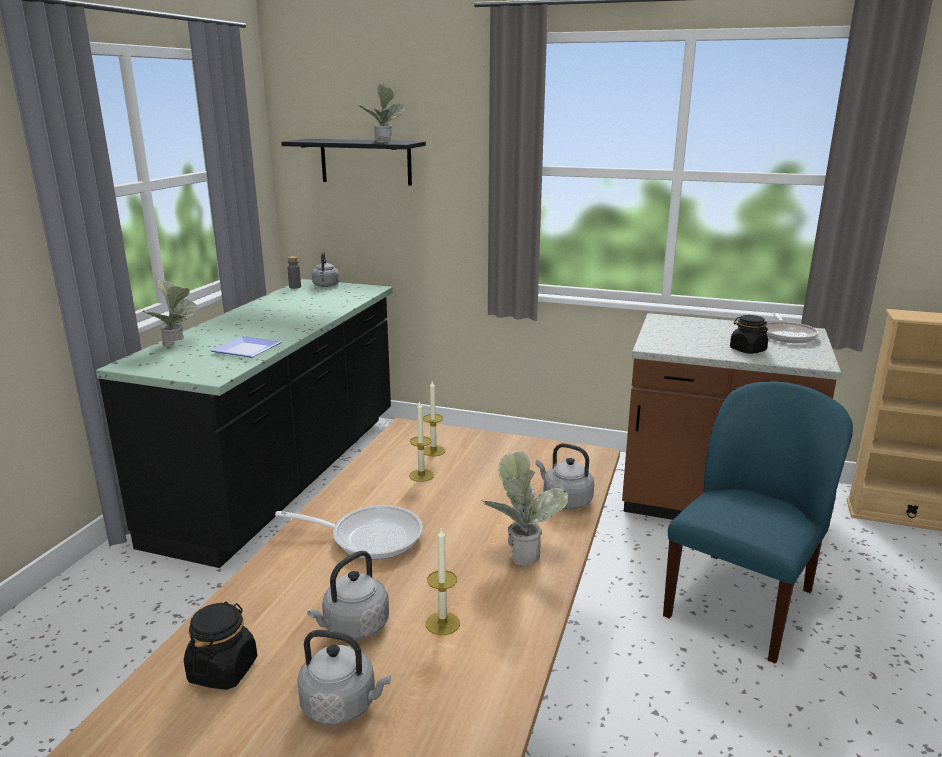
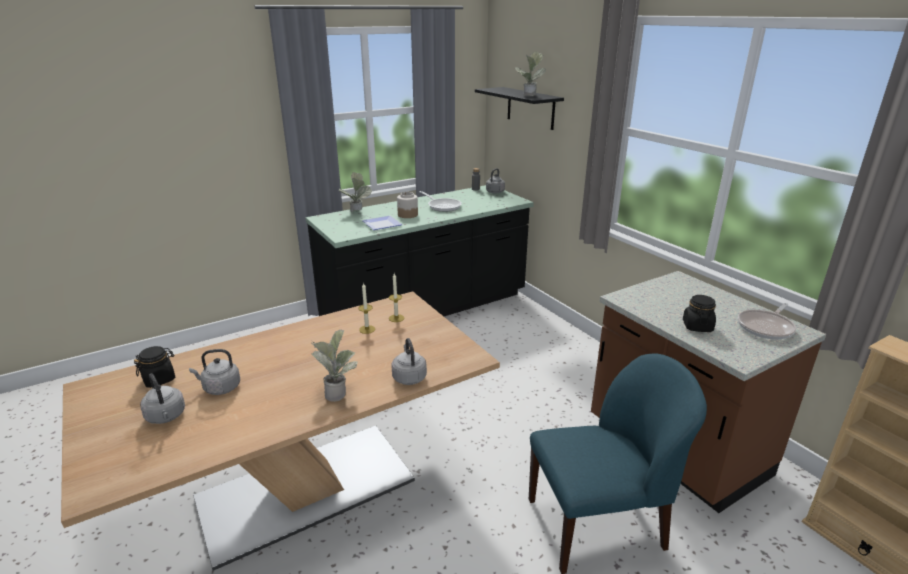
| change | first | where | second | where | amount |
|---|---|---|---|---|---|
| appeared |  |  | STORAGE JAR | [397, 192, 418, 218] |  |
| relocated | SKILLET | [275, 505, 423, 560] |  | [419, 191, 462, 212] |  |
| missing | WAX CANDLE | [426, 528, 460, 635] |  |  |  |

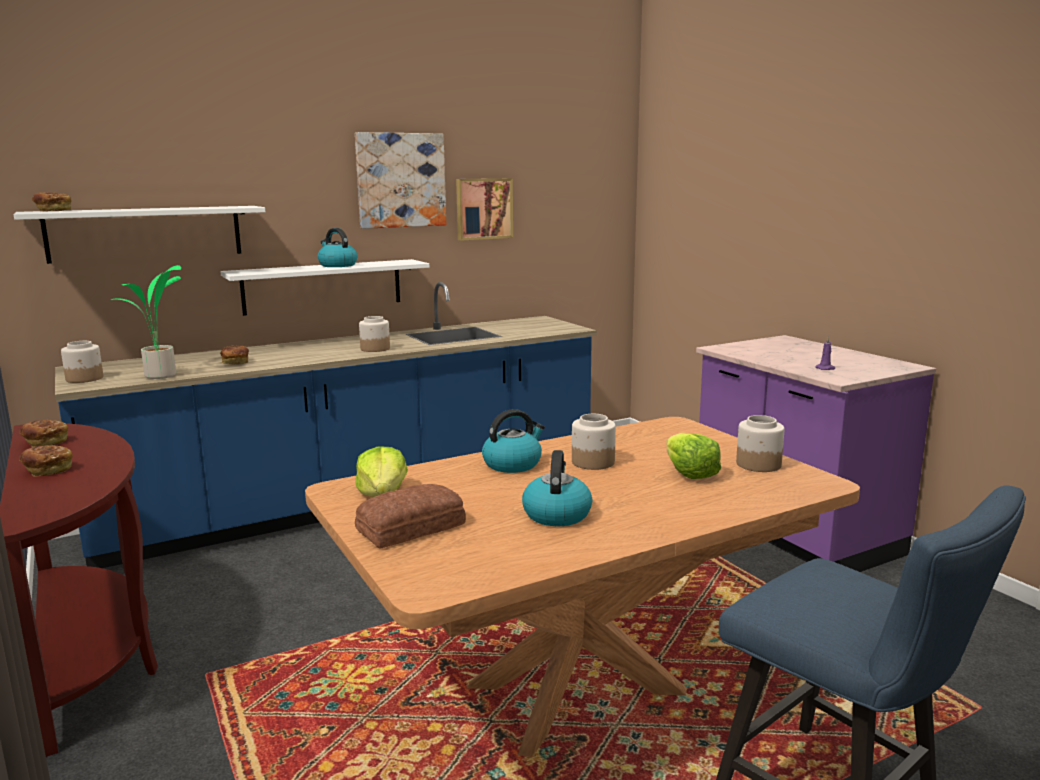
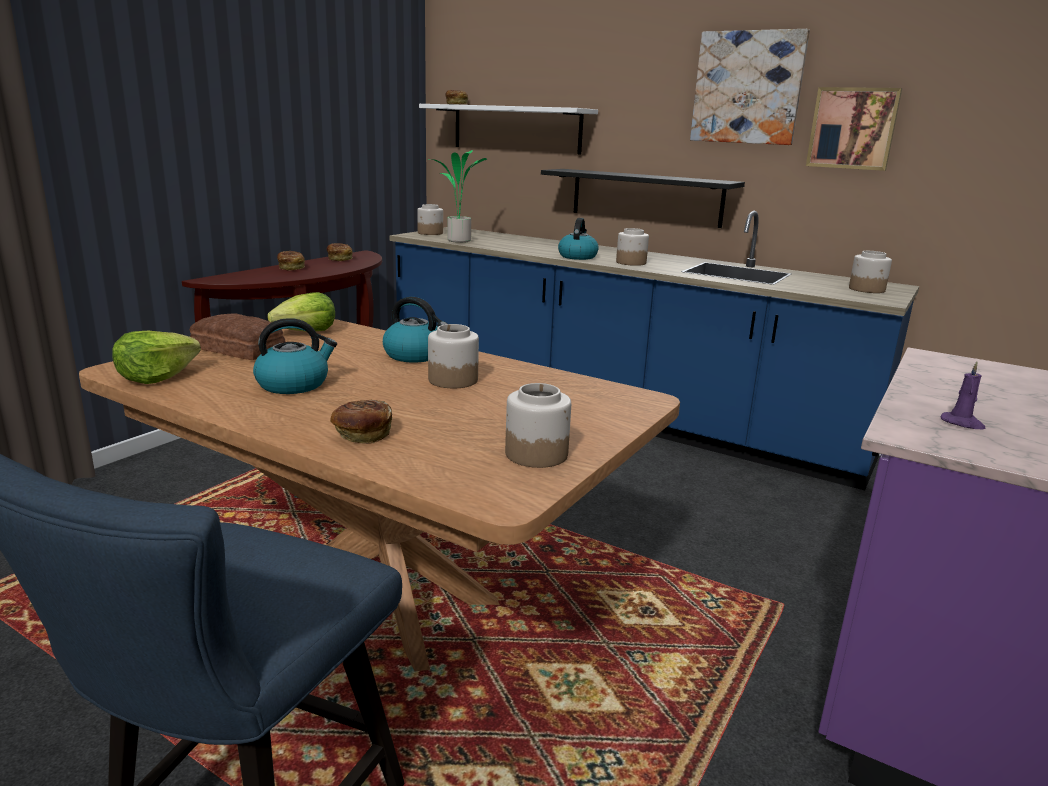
| change | first | where | second | where | amount |
|---|---|---|---|---|---|
| relocated | HEAD OF LETTUCE | [666, 433, 721, 479] |  | [112, 331, 201, 384] |  |
| relocated | BREAD | [220, 345, 249, 365] |  | [330, 400, 392, 444] |  |
| colour | WHITISH WALL SHELF | [220, 259, 429, 316] | BLACK-COLOURED WALL SHELF | [541, 169, 745, 228] |  |
| relocated | WATER KETTLE | [318, 228, 358, 267] |  | [558, 218, 599, 260] |  |
| appeared |  |  | STORAGE JAR | [849, 251, 892, 293] |  |

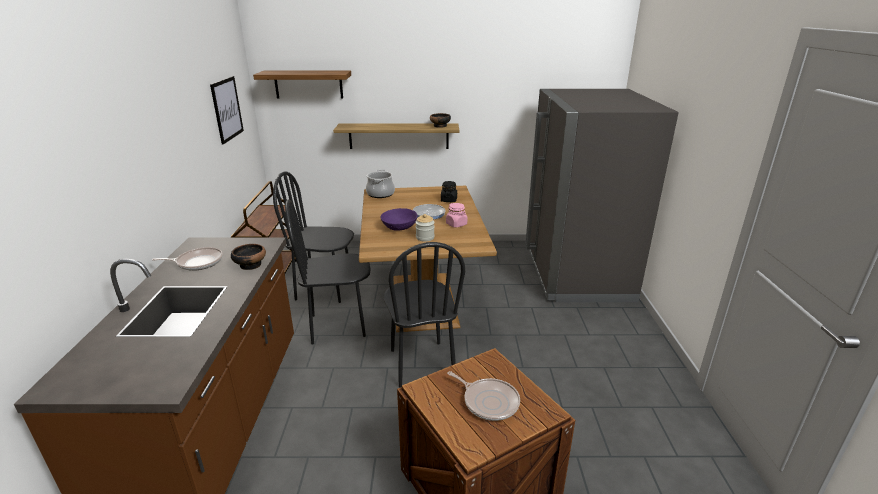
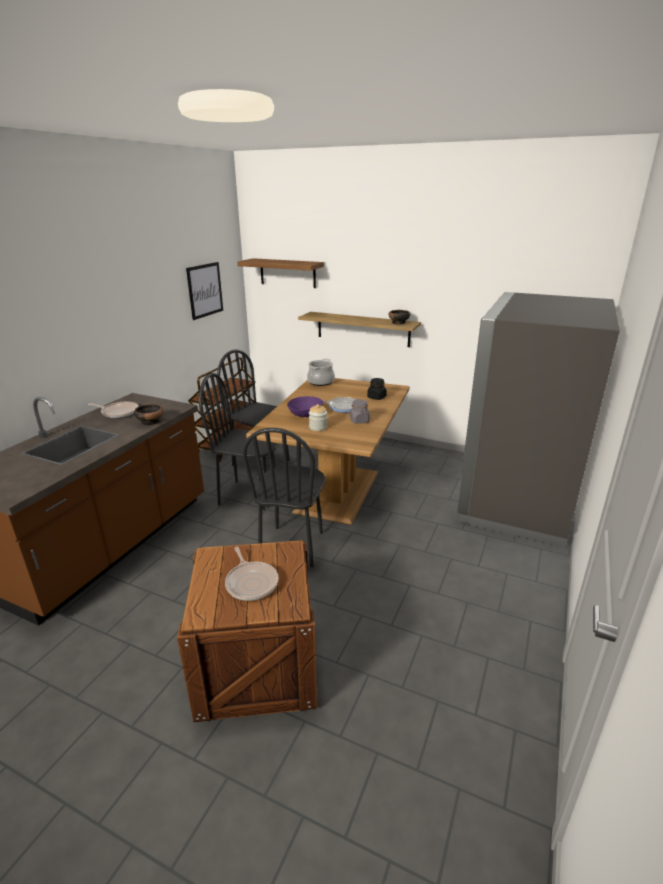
| change | first | where | second | where | amount |
|---|---|---|---|---|---|
| colour | PINKISH STORAGE JAR | [446, 203, 467, 228] | GREYISH STORAGE JAR | [350, 399, 370, 424] |  |

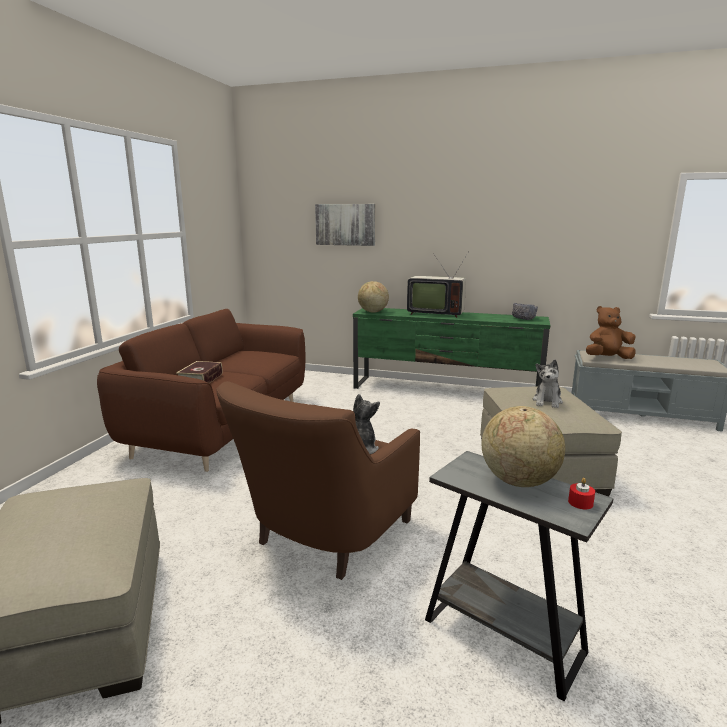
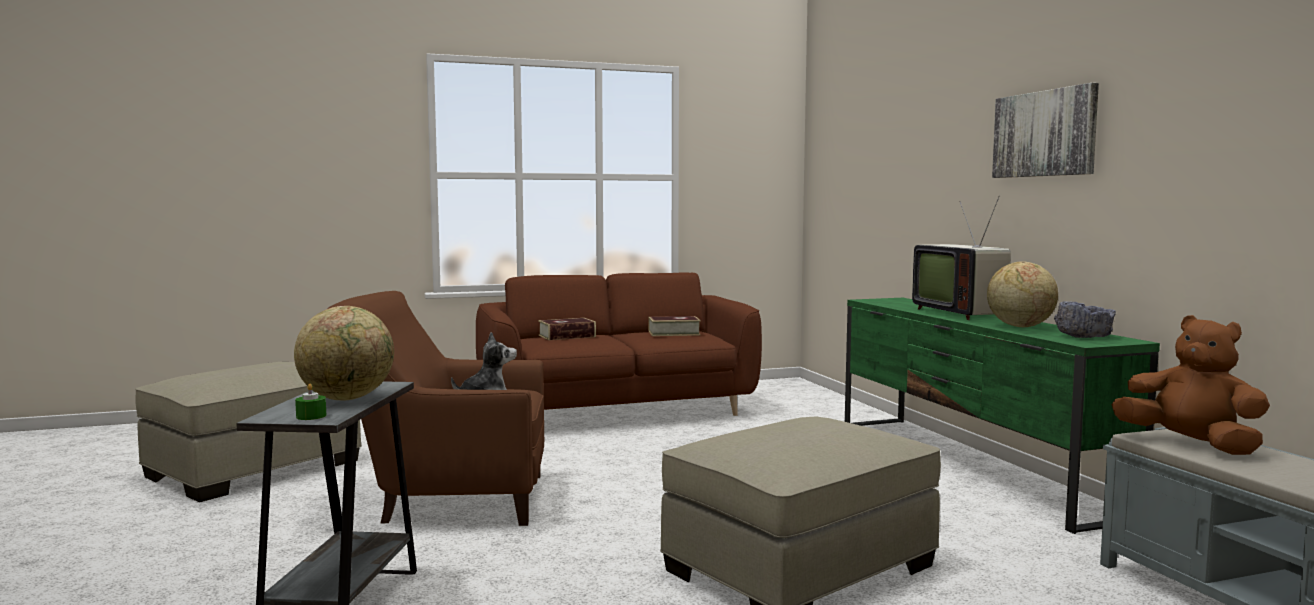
| change | first | where | second | where | amount |
|---|---|---|---|---|---|
| colour | RED WAX CANDLE | [568, 478, 595, 510] | GREENISH WAX CANDLE | [295, 383, 326, 420] |  |
| appeared |  |  | BOOK | [648, 316, 700, 336] |  |
| relocated | WORLD GLOBE | [358, 281, 389, 313] |  | [987, 261, 1058, 327] |  |
| relocated | WALL PICTURE | [315, 204, 375, 246] |  | [992, 83, 1099, 178] |  |
| missing | SOFT TOY | [533, 359, 563, 408] |  |  |  |

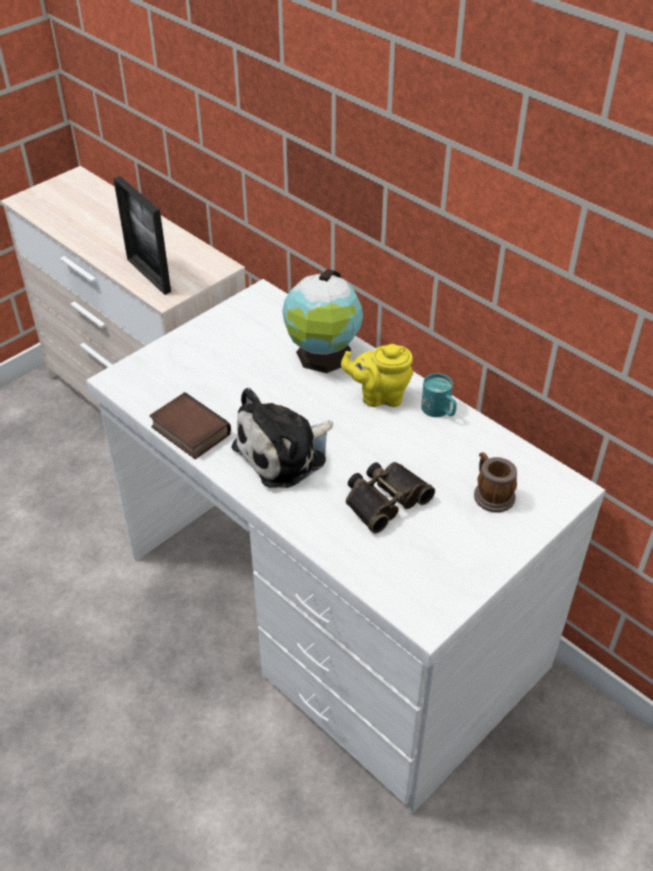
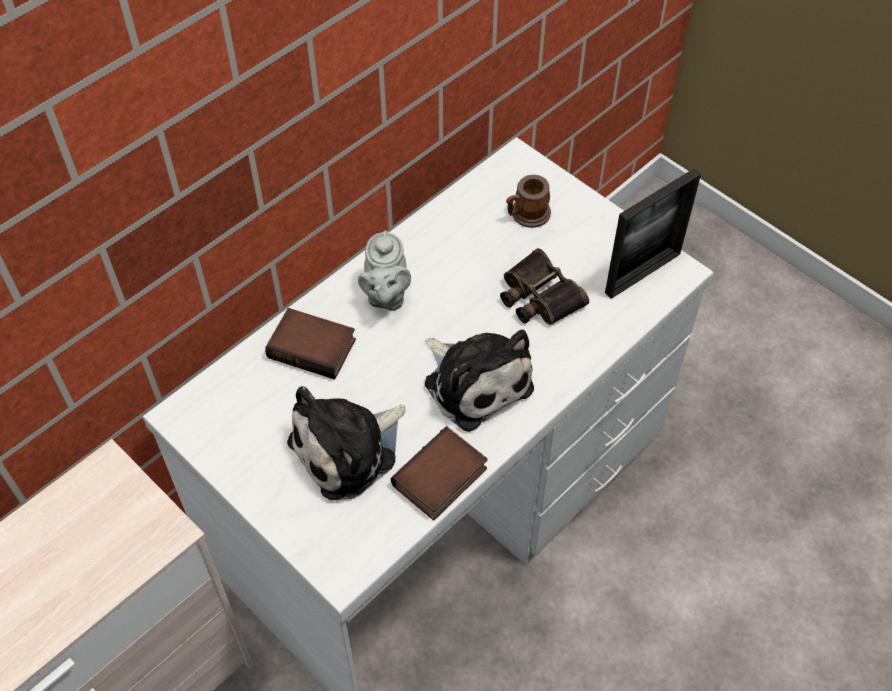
| change | first | where | second | where | amount |
|---|---|---|---|---|---|
| exchanged | WORLD GLOBE | [282, 269, 363, 373] | BOOK | [265, 308, 356, 380] |  |
| appeared |  |  | SOFT TOY | [287, 386, 406, 500] |  |
| colour | YELLOW-COLOURED TEAPOT | [341, 344, 413, 407] | GREYISH TEAPOT | [358, 231, 411, 311] |  |
| relocated | PHOTO FRAME | [113, 176, 171, 295] |  | [605, 169, 701, 299] |  |
| missing | TURQUOISE-COLOURED TEA MUG | [421, 373, 456, 417] |  |  |  |

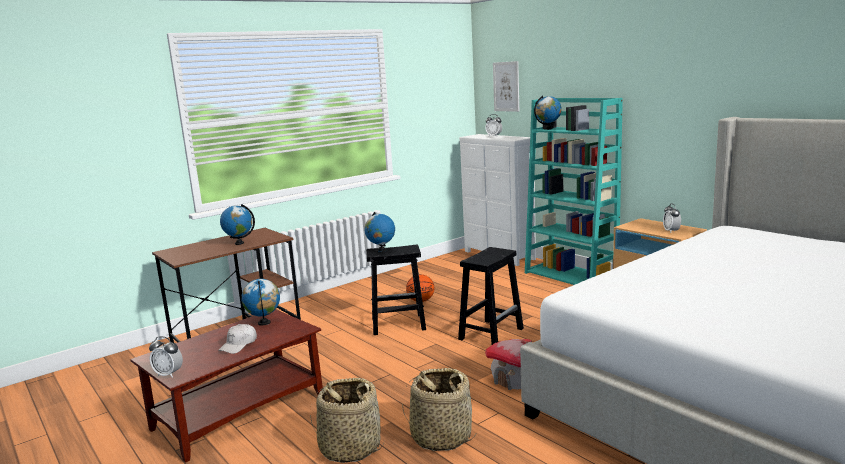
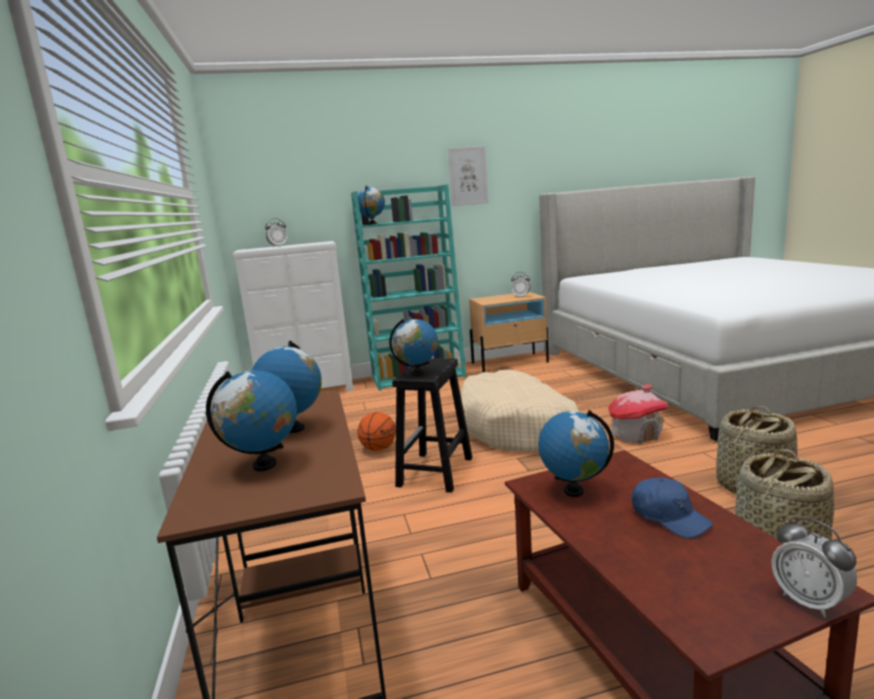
| change | first | where | second | where | amount |
|---|---|---|---|---|---|
| appeared |  |  | WORLD GLOBE | [206, 370, 297, 471] |  |
| relocated | WALL PICTURE | [493, 61, 519, 112] |  | [448, 146, 488, 206] |  |
| exchanged | BLACK-COLOURED SITTING STOOL | [458, 247, 524, 345] | SAND-COLOURED DOG CUSHION | [461, 369, 580, 452] |  |
| colour | WHITISH PEAKED CAP | [218, 324, 257, 354] | BLUE-COLOURED PEAKED CAP | [631, 478, 713, 538] |  |
| spun | ALARM CLOCK | [149, 336, 183, 378] |  | [772, 517, 857, 618] | 105 degrees clockwise |

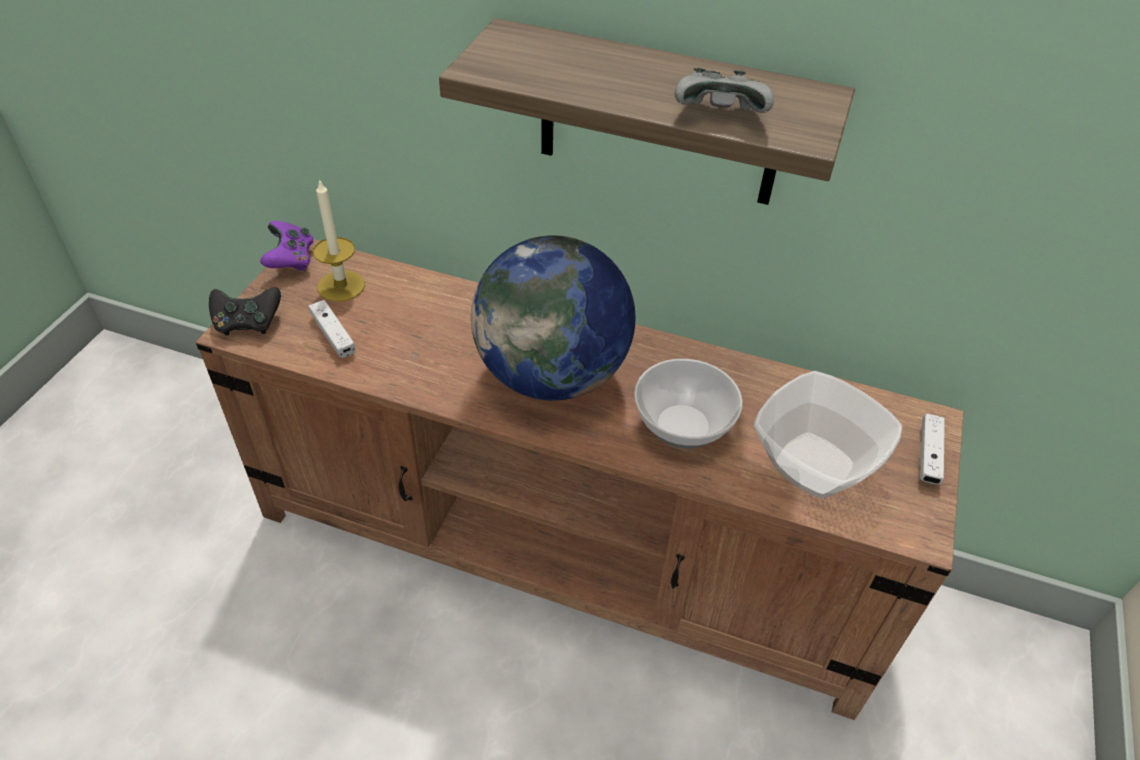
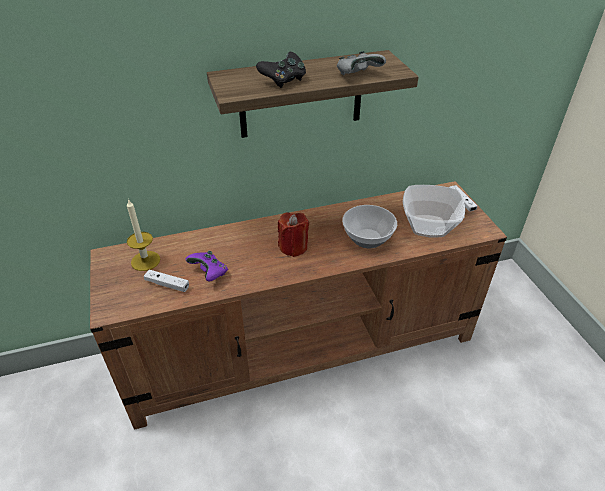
| change | first | where | second | where | amount |
|---|---|---|---|---|---|
| relocated | PURPLE-COLOURED JOYPAD | [260, 221, 313, 271] |  | [185, 251, 228, 281] |  |
| relocated | BLACK-COLOURED JOYPAD | [209, 287, 281, 335] |  | [256, 52, 306, 88] |  |
| exchanged | WORLD GLOBE | [471, 235, 636, 401] | RED WAX CANDLE | [278, 212, 309, 257] |  |

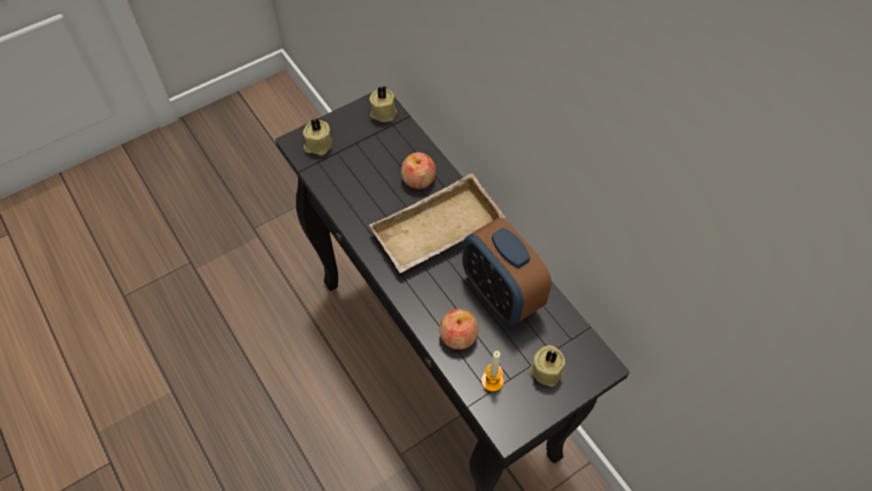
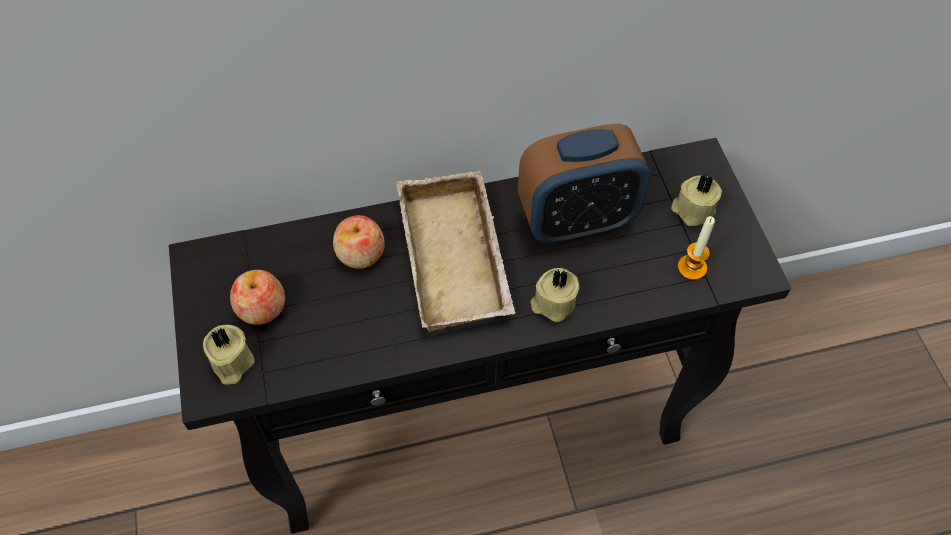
| change | first | where | second | where | amount |
|---|---|---|---|---|---|
| relocated | APPLE FRUIT | [439, 309, 479, 350] |  | [230, 270, 285, 325] |  |
| relocated | SAND-COLOURED WAX CANDLE | [369, 87, 397, 122] |  | [531, 268, 579, 322] |  |

